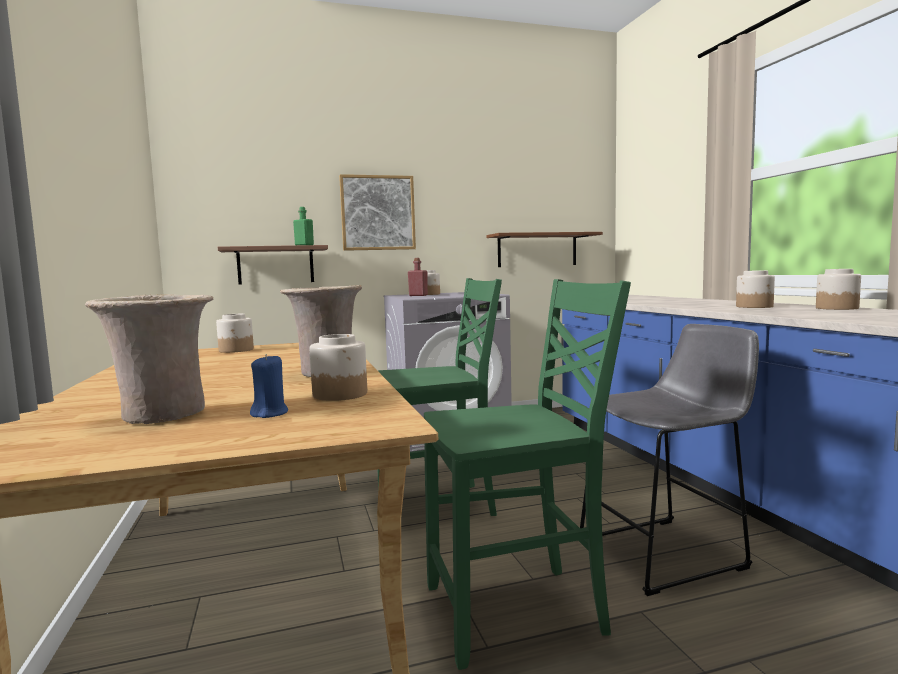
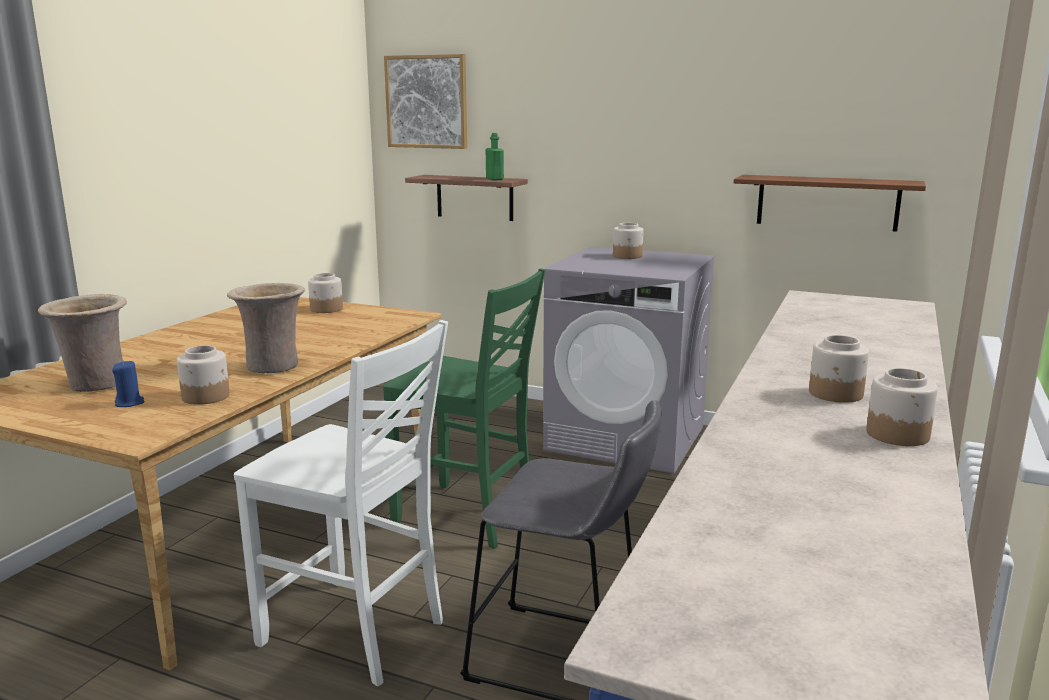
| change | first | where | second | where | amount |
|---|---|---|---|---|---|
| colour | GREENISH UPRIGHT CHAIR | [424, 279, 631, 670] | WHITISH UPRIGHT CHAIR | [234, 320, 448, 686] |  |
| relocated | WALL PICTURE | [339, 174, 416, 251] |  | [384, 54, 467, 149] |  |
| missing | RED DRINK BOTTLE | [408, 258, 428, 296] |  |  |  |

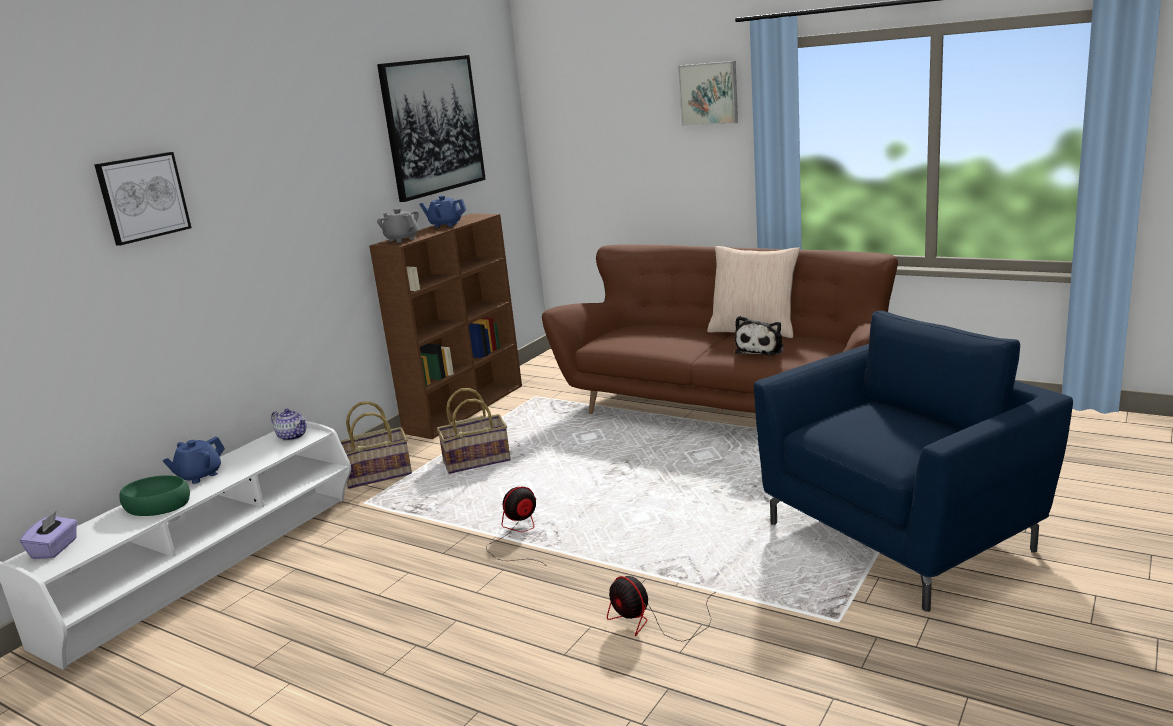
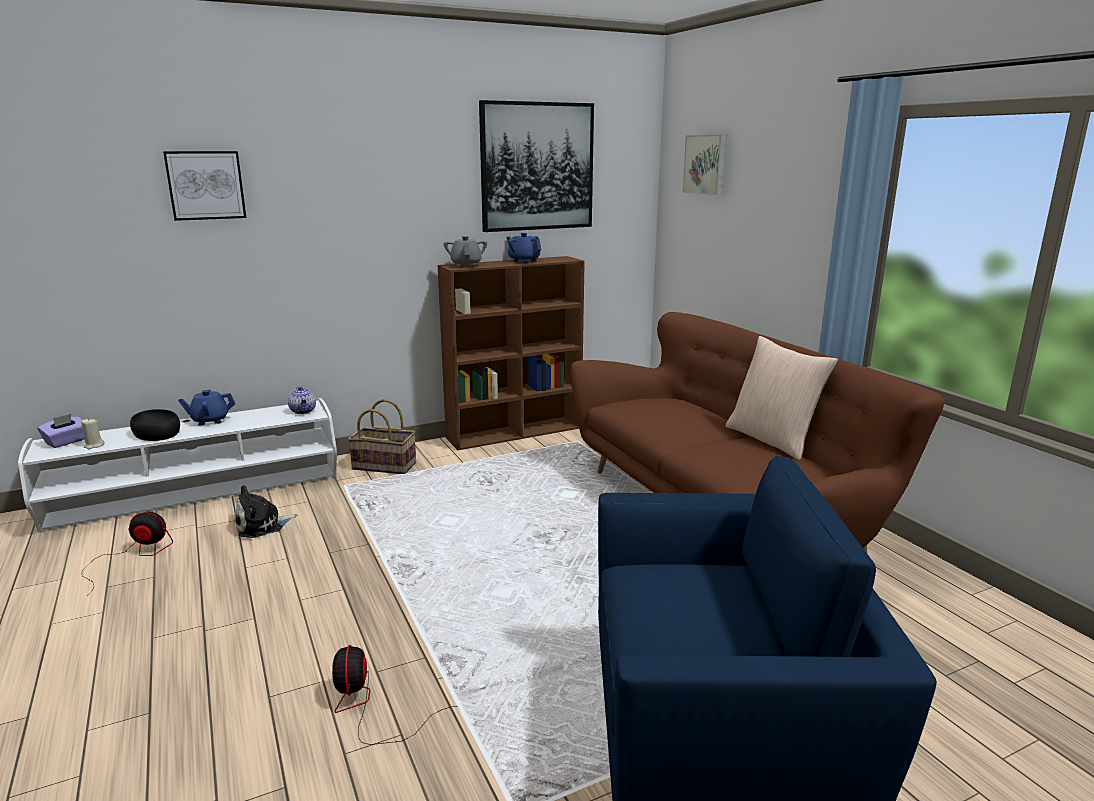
| change | first | where | second | where | amount |
|---|---|---|---|---|---|
| appeared |  |  | SAND-COLOURED WAX CANDLE | [81, 418, 105, 449] |  |
| relocated | FAN | [486, 487, 548, 567] |  | [82, 512, 173, 596] |  |
| colour | GREENISH SERVING BOWL | [119, 475, 190, 516] | BLACK-COLOURED SERVING BOWL | [130, 409, 180, 441] |  |
| relocated | SOFT TOY | [735, 316, 784, 356] |  | [234, 485, 298, 538] |  |
| relocated | WALL PICTURE | [678, 61, 738, 126] |  | [682, 135, 727, 196] |  |
| missing | STORAGE BASKET | [437, 388, 511, 474] |  |  |  |

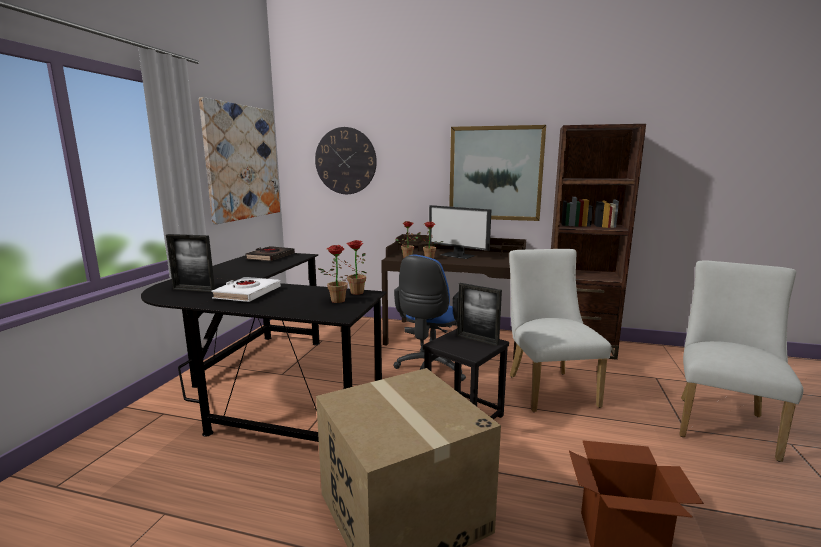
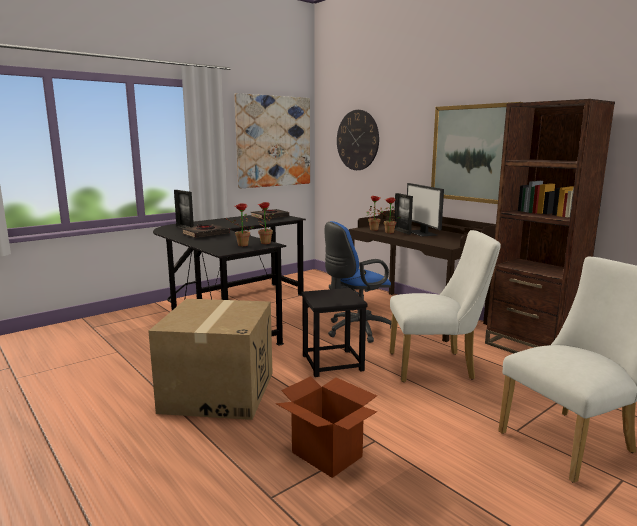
| change | first | where | second | where | amount |
|---|---|---|---|---|---|
| colour | WHITISH BOOK | [211, 277, 281, 302] | BLACK-COLOURED BOOK | [182, 224, 230, 238] |  |
| spun | WHITISH UPRIGHT CHAIR | [509, 249, 612, 412] |  | [389, 230, 501, 382] | 60 degrees clockwise |
| relocated | PHOTO FRAME | [457, 283, 502, 346] |  | [394, 193, 413, 235] |  |

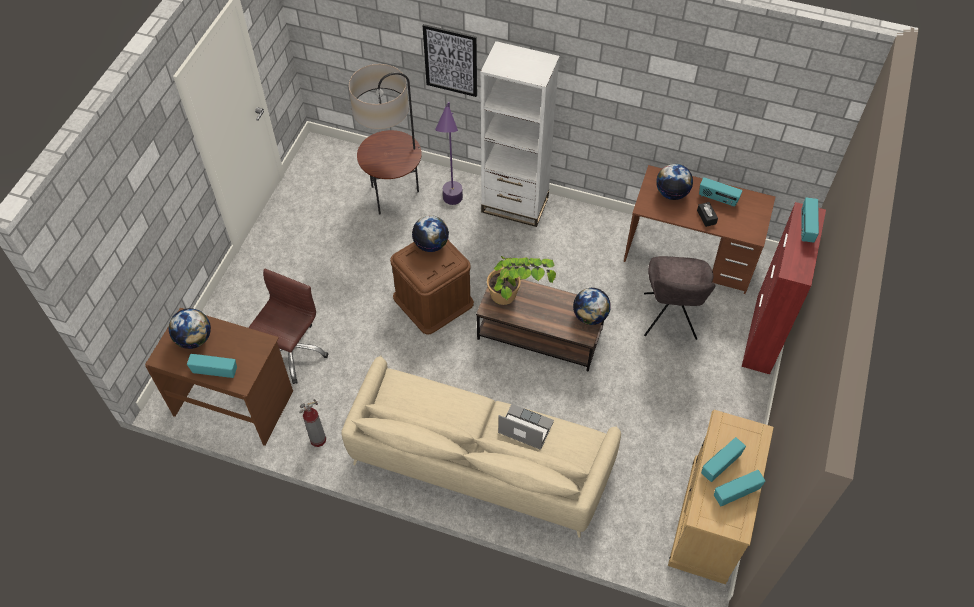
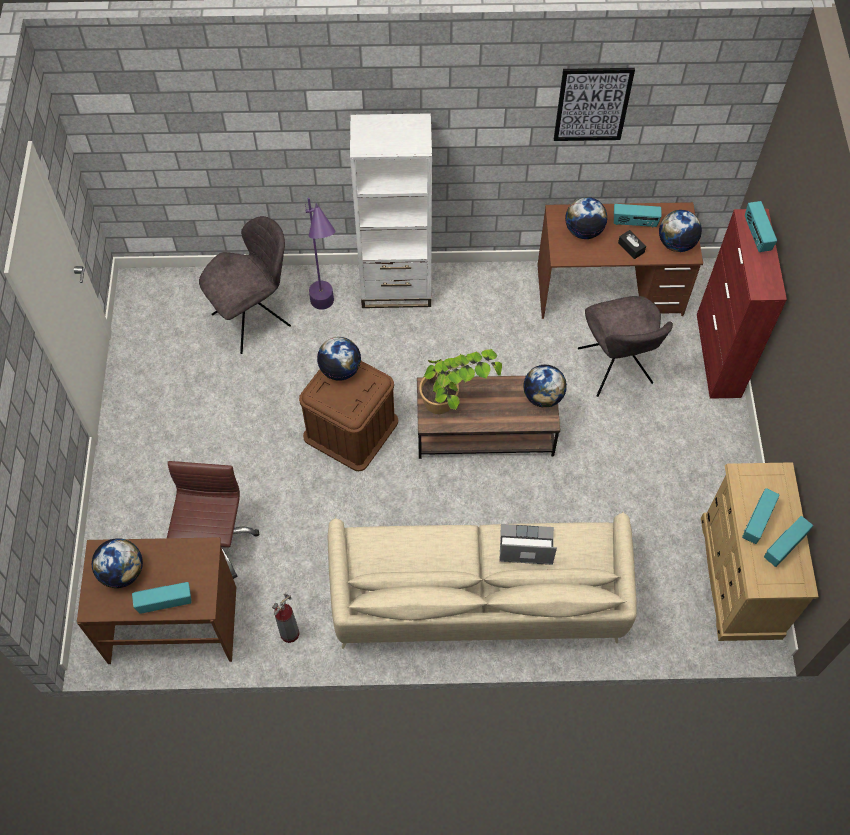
| change | first | where | second | where | amount |
|---|---|---|---|---|---|
| exchanged | STANDING LAMP | [349, 64, 422, 215] | GREYISH UPRIGHT CHAIR | [199, 216, 291, 354] |  |
| relocated | WALL PICTURE | [423, 24, 477, 97] |  | [554, 68, 635, 141] |  |
| appeared |  |  | WORLD GLOBE | [659, 210, 702, 252] |  |

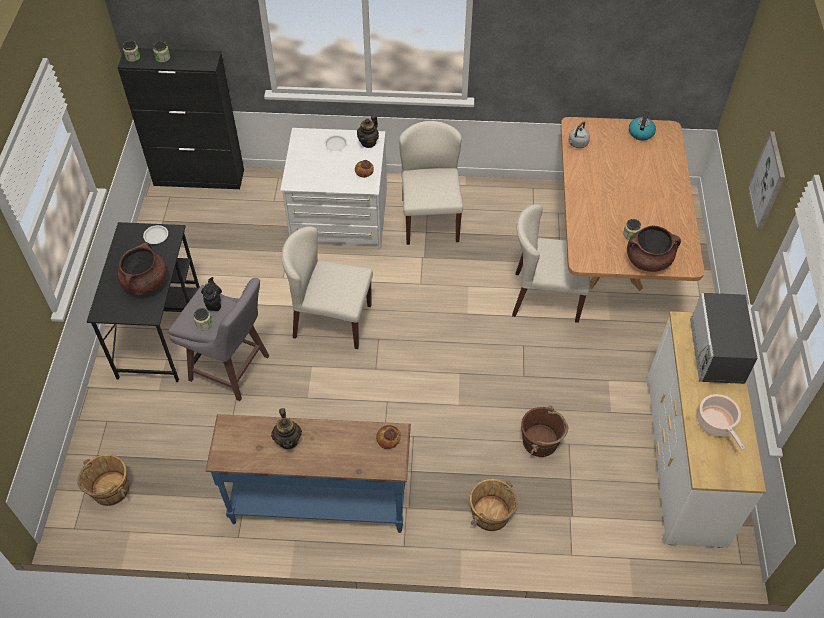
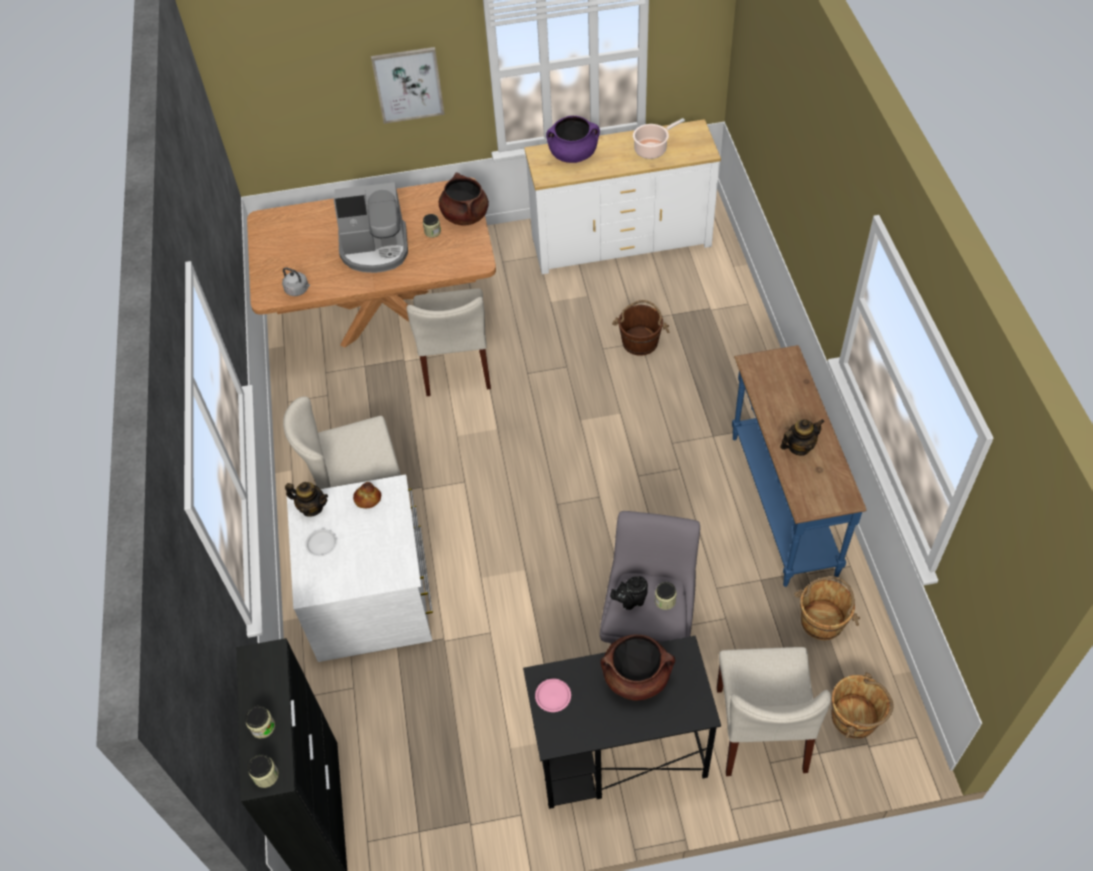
| change | first | where | second | where | amount |
|---|---|---|---|---|---|
| appeared |  |  | COFFEE MAKER | [334, 182, 408, 273] |  |
| colour | WHITISH FLAT DISH | [143, 225, 168, 244] | PINKISH FLAT DISH | [535, 679, 571, 712] |  |
| exchanged | MICROWAVE OVEN | [690, 293, 758, 384] | PURPLE-COLOURED SAUCEPOT | [546, 116, 600, 163] |  |
| relocated | SAND-COLOURED UPRIGHT CHAIR | [281, 226, 373, 349] |  | [717, 647, 831, 776] |  |
| relocated | BROWNISH PAIL | [470, 479, 518, 531] |  | [794, 576, 860, 640] |  |
| missing | BREAD | [376, 425, 401, 449] |  |  |  |
| missing | WATER KETTLE | [629, 111, 656, 141] |  |  |  |

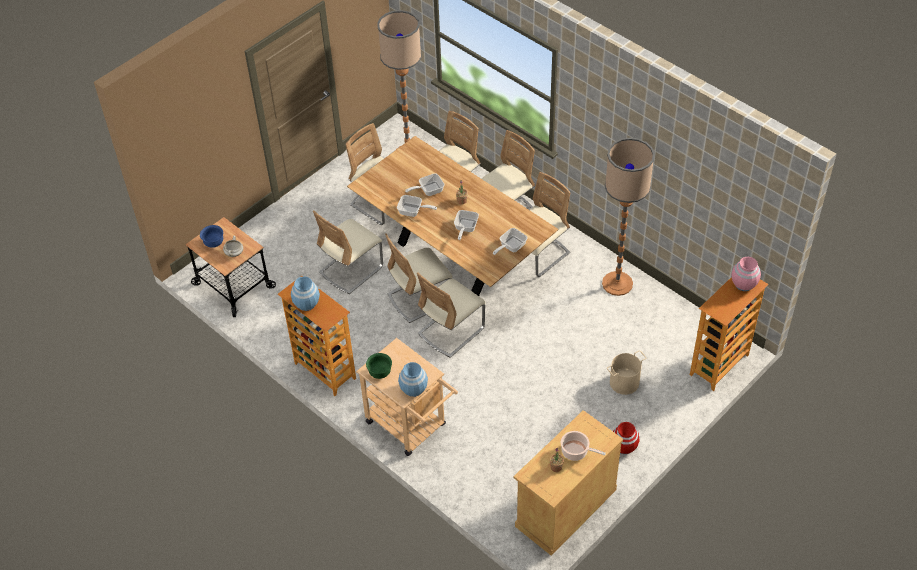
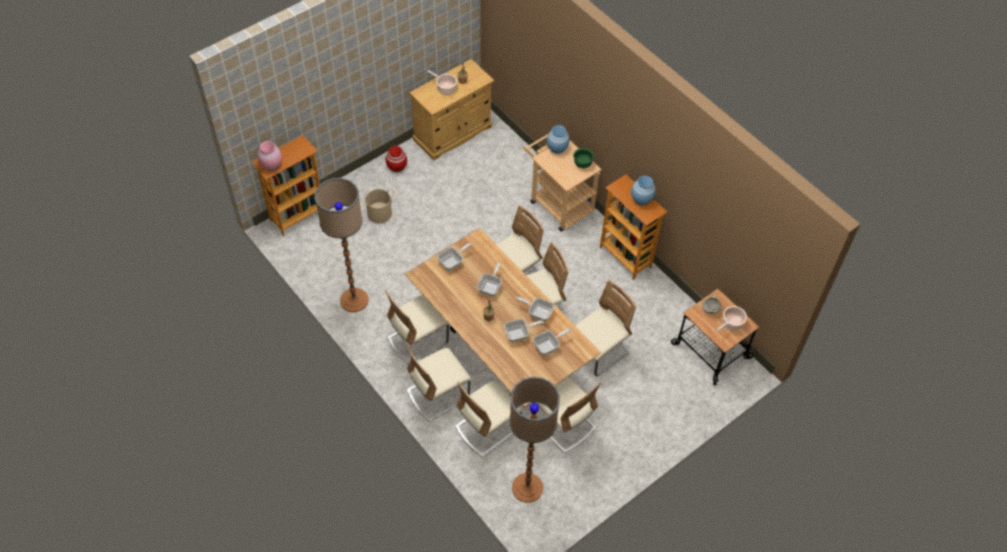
| change | first | where | second | where | amount |
|---|---|---|---|---|---|
| appeared |  |  | SKILLET | [533, 328, 572, 355] |  |
| exchanged | BLUE-COLOURED SERVING BOWL | [200, 225, 223, 248] | SAUCEPOT | [716, 306, 747, 331] |  |

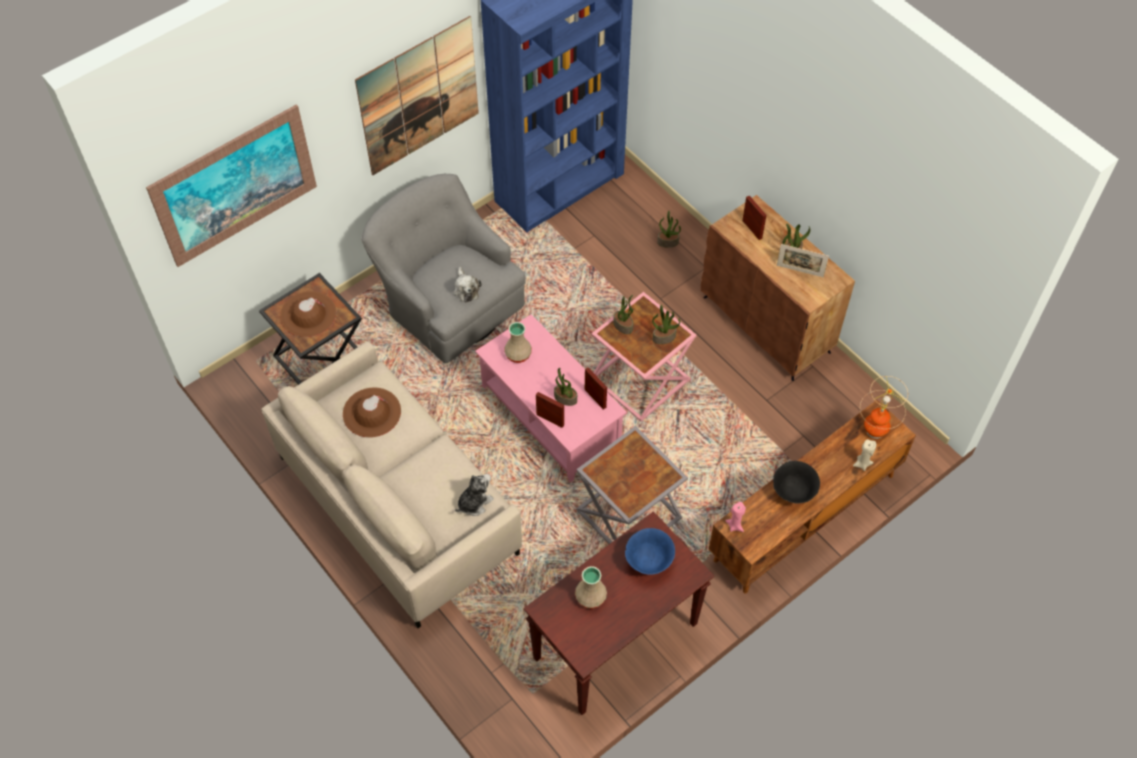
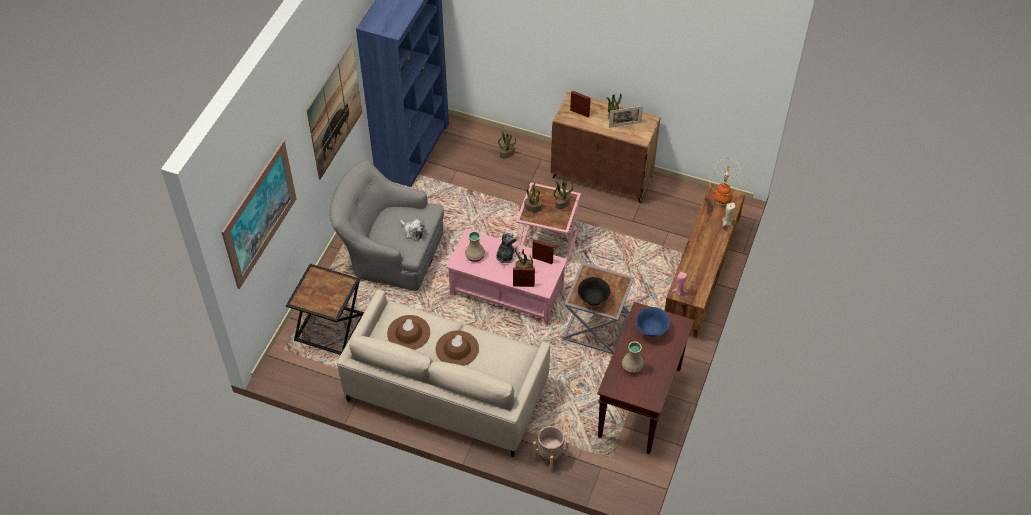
| change | first | where | second | where | amount |
|---|---|---|---|---|---|
| relocated | BROWNISH WEARABLE HAT | [280, 291, 336, 337] |  | [436, 330, 479, 366] |  |
| relocated | SOFT TOY | [455, 474, 494, 516] |  | [496, 231, 517, 263] |  |
| appeared |  |  | SAND-COLOURED FLOWER POT | [533, 426, 569, 471] |  |
| relocated | BLACK-COLOURED SERVING BOWL | [773, 461, 820, 504] |  | [578, 277, 610, 305] |  |

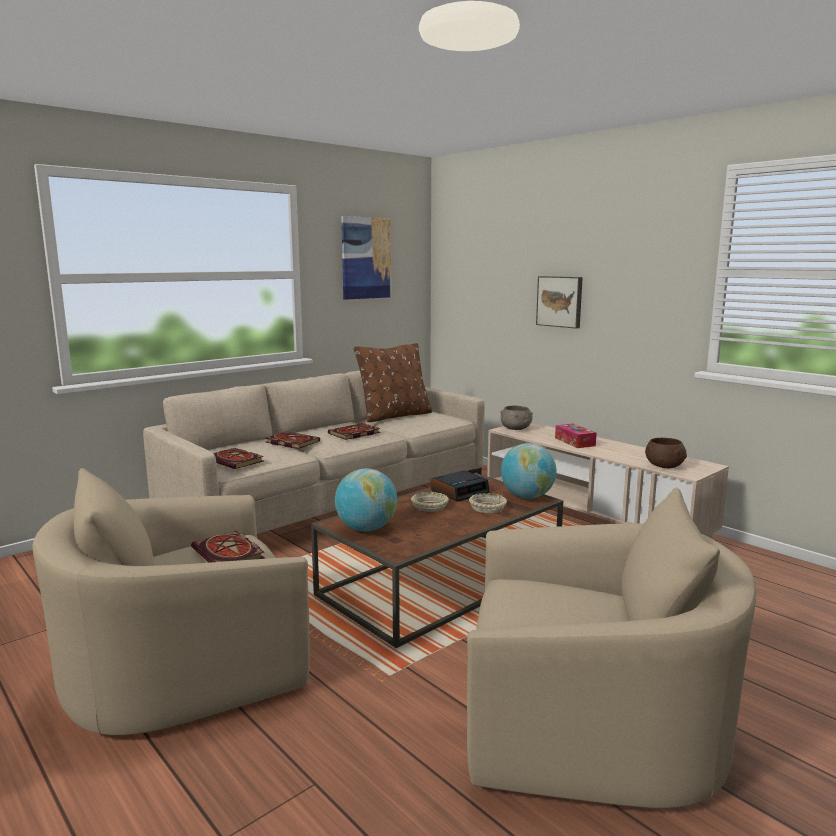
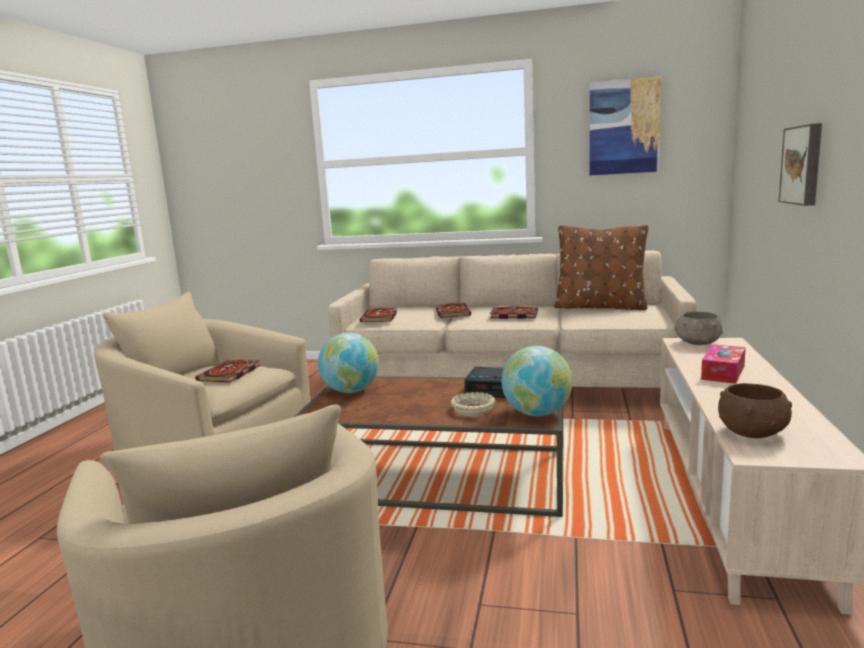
| change | first | where | second | where | amount |
|---|---|---|---|---|---|
| missing | SAND-COLOURED SERVING BOWL | [411, 492, 449, 512] |  |  |  |

